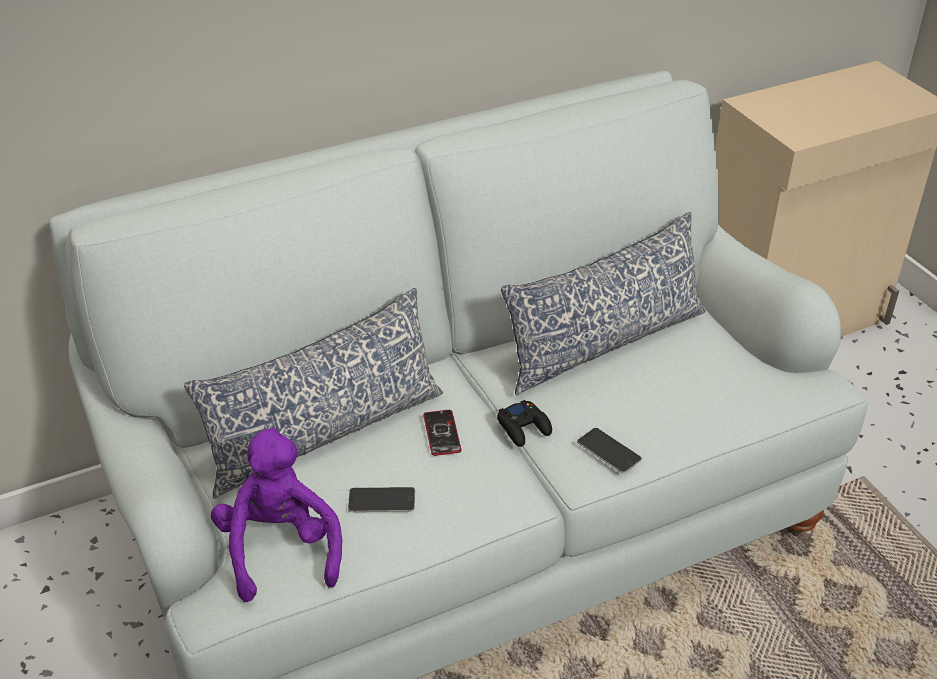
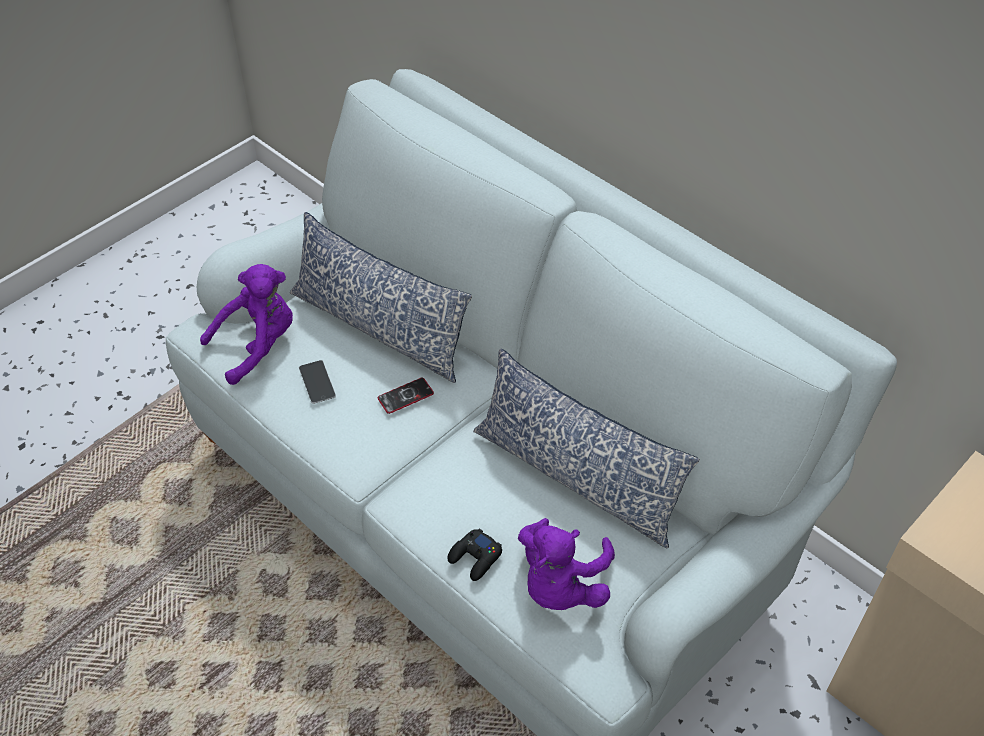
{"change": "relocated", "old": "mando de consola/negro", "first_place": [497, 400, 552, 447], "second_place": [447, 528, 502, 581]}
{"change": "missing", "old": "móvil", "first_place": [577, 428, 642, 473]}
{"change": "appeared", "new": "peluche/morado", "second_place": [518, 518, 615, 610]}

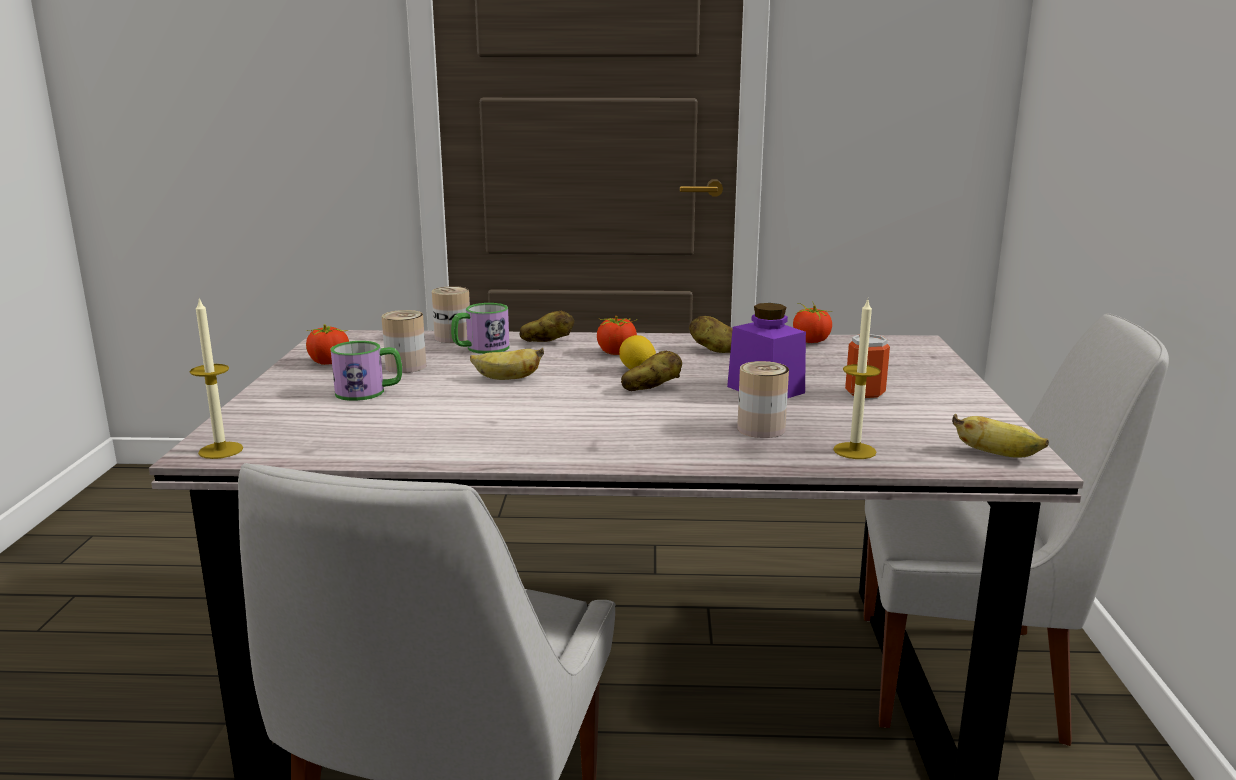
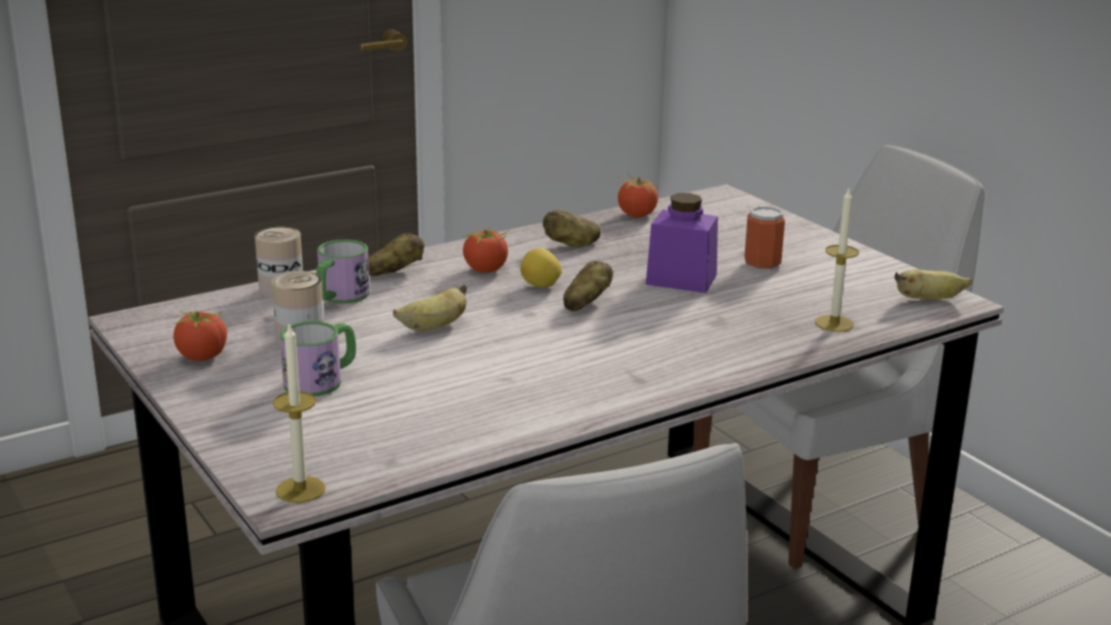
{"change": "missing", "old": "lata", "first_place": [737, 361, 789, 438]}

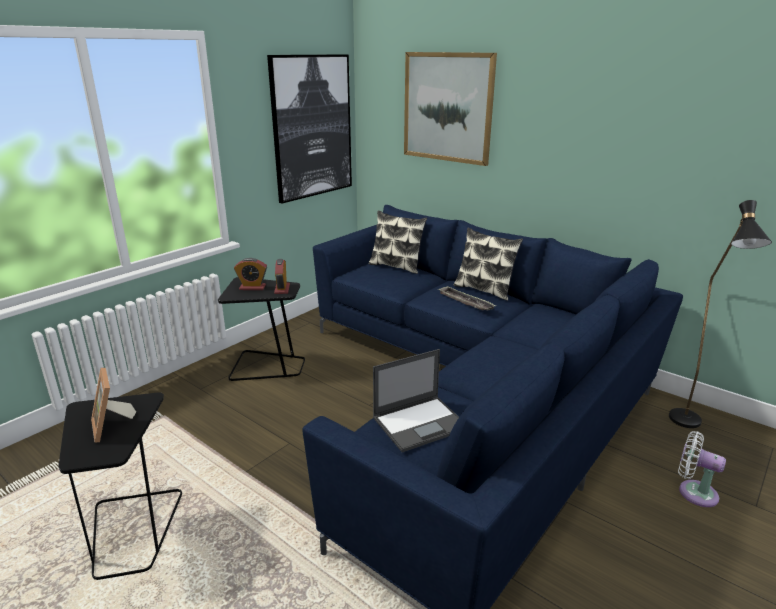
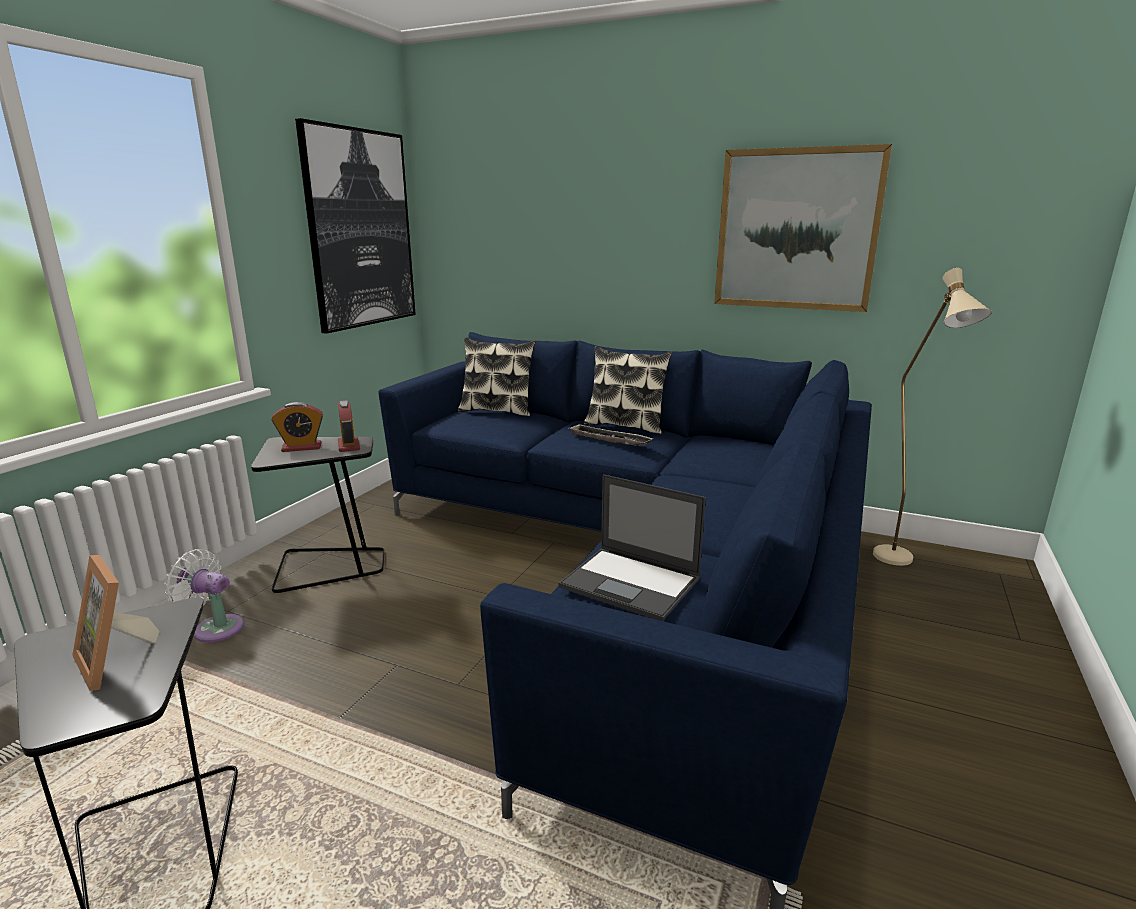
{"change": "relocated", "old": "cuadro", "first_place": [404, 52, 497, 166], "second_place": [714, 144, 892, 312]}
{"change": "colour", "old": "lámpara de pie/negro", "new": "lámpara de pie/beis", "first_place": [669, 200, 772, 428], "second_place": [873, 268, 992, 566]}
{"change": "spun", "old": "portátil", "first_place": [373, 349, 459, 452], "second_place": [558, 474, 706, 621], "degrees": 75}
{"change": "relocated", "old": "ventilador/blanco", "first_place": [678, 431, 726, 507], "second_place": [165, 549, 244, 643]}

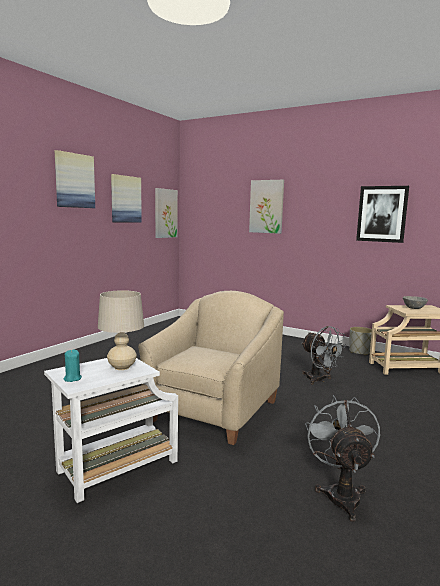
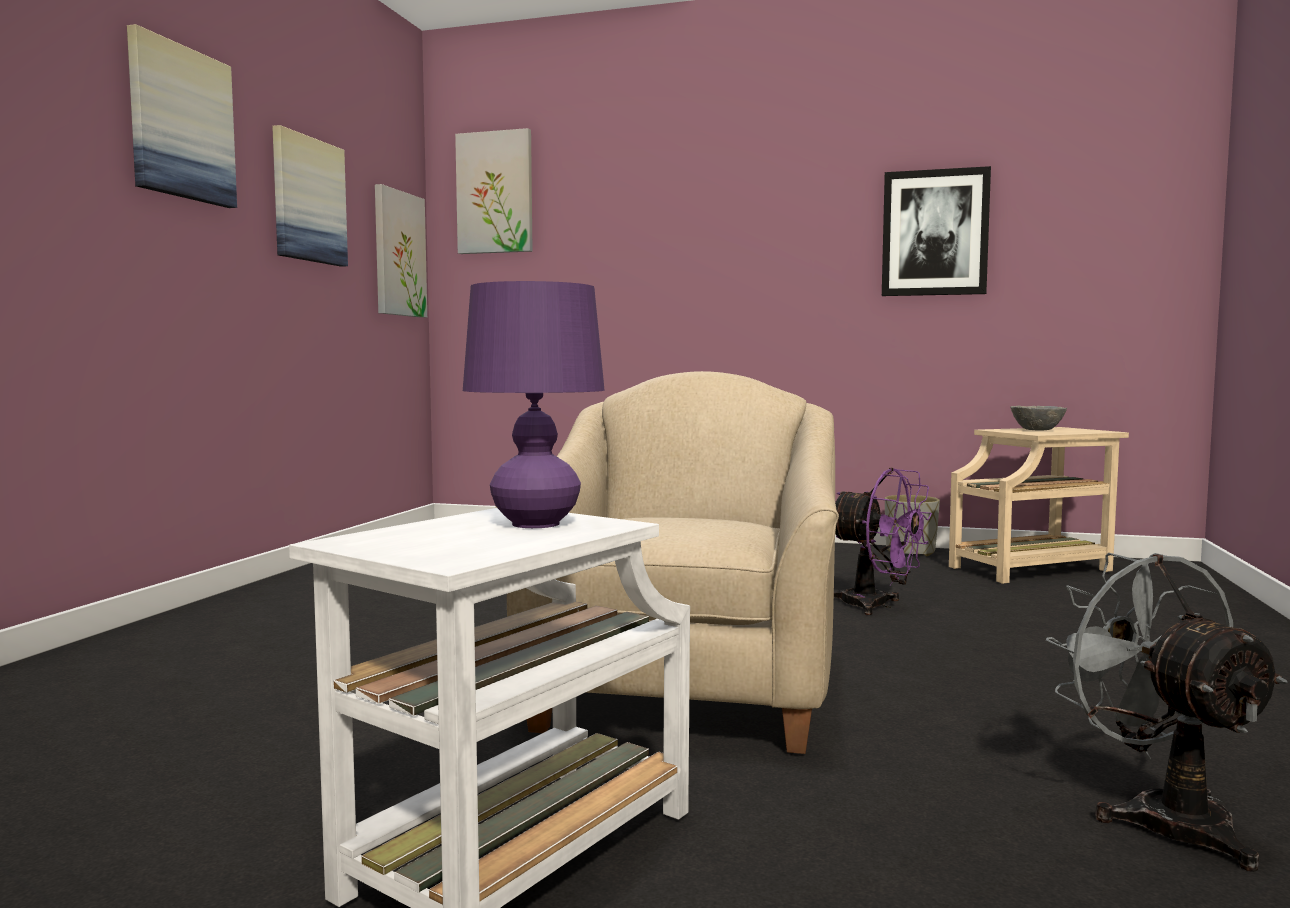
{"change": "relocated", "old": "cuadro", "first_place": [249, 180, 284, 234], "second_place": [455, 128, 533, 254]}
{"change": "colour", "old": "lámpara de mesa/beis", "new": "lámpara de mesa/morado", "first_place": [98, 290, 144, 370], "second_place": [463, 281, 605, 528]}
{"change": "colour", "old": "ventilador/gris", "new": "ventilador/morado", "first_place": [302, 326, 347, 385], "second_place": [834, 468, 932, 615]}
{"change": "missing", "old": "vela/turquesa", "first_place": [64, 350, 82, 382]}

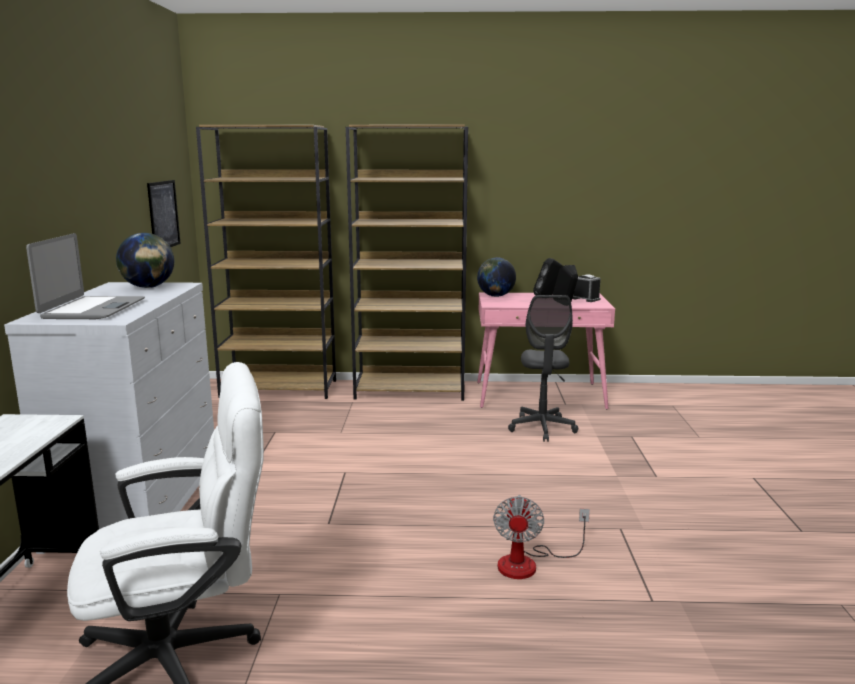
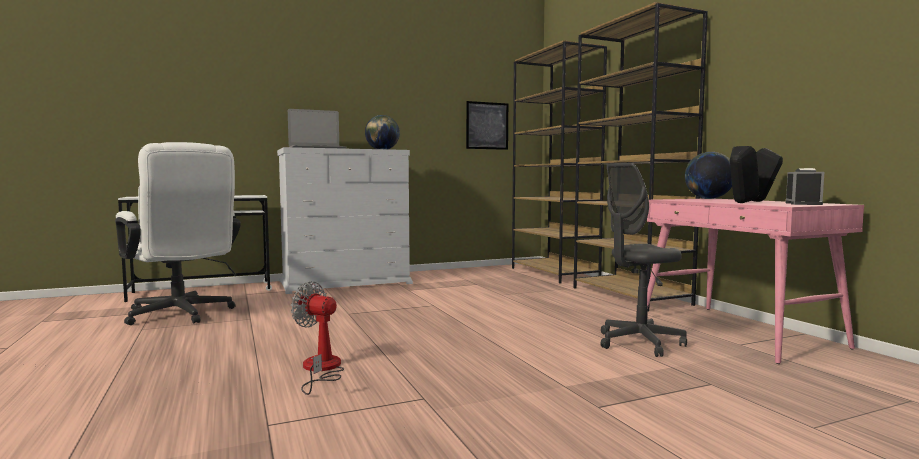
{"change": "spun", "old": "ventilador", "first_place": [493, 495, 590, 579], "second_place": [291, 281, 344, 395], "degrees": 45}

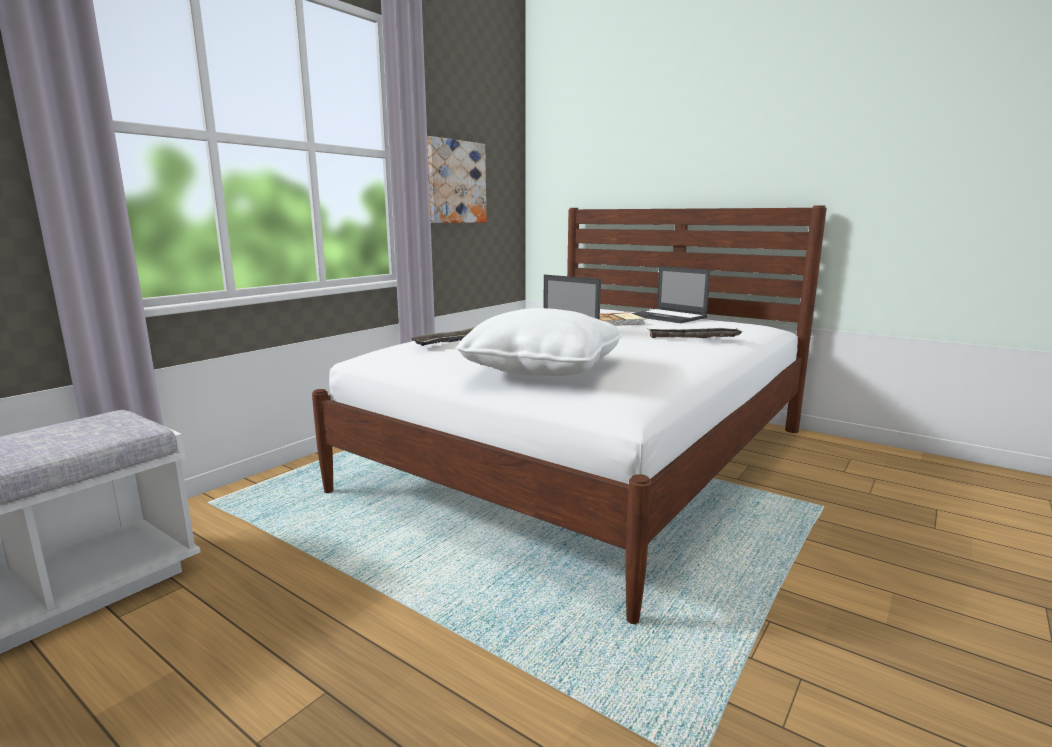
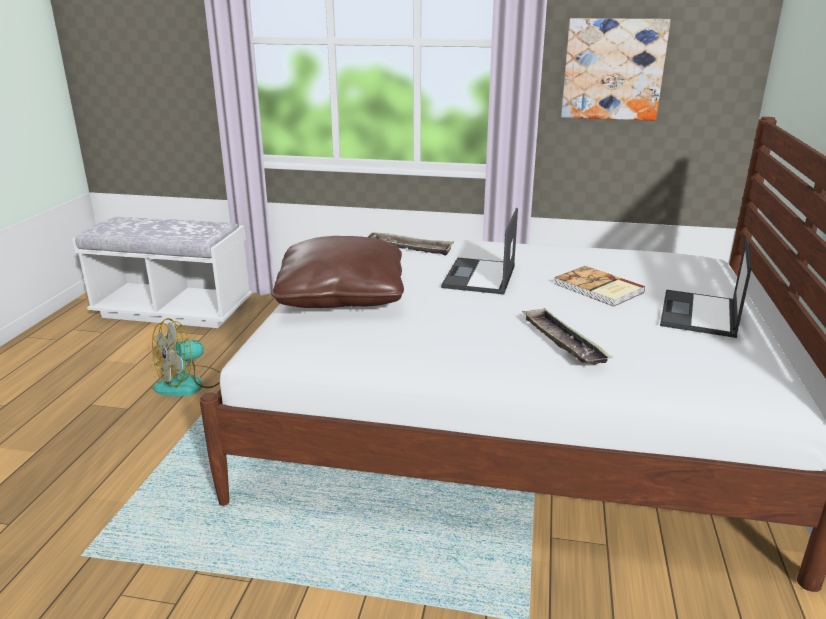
{"change": "colour", "old": "cojín/blanco", "new": "cojín/marrón", "first_place": [456, 308, 622, 376], "second_place": [271, 236, 404, 308]}
{"change": "appeared", "new": "ventilador", "second_place": [152, 318, 221, 396]}

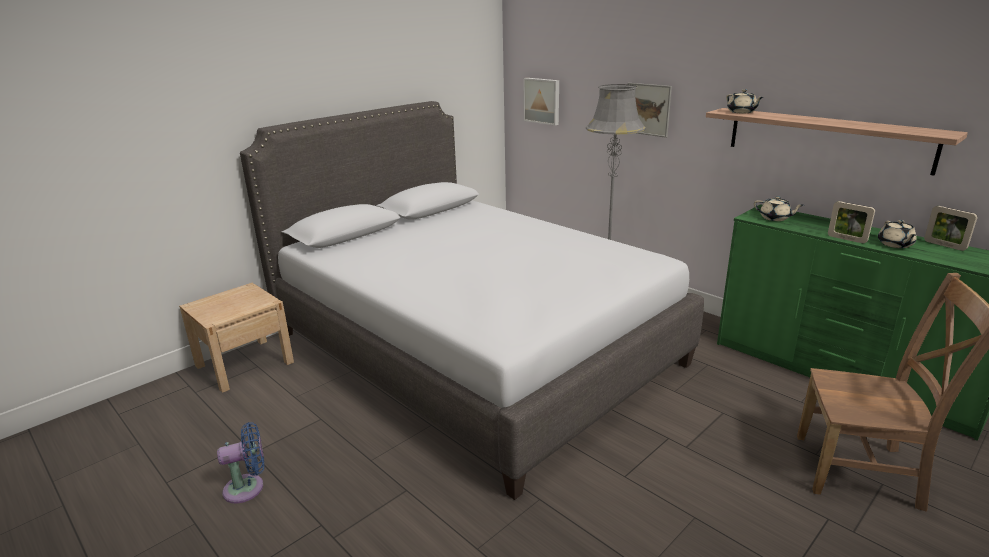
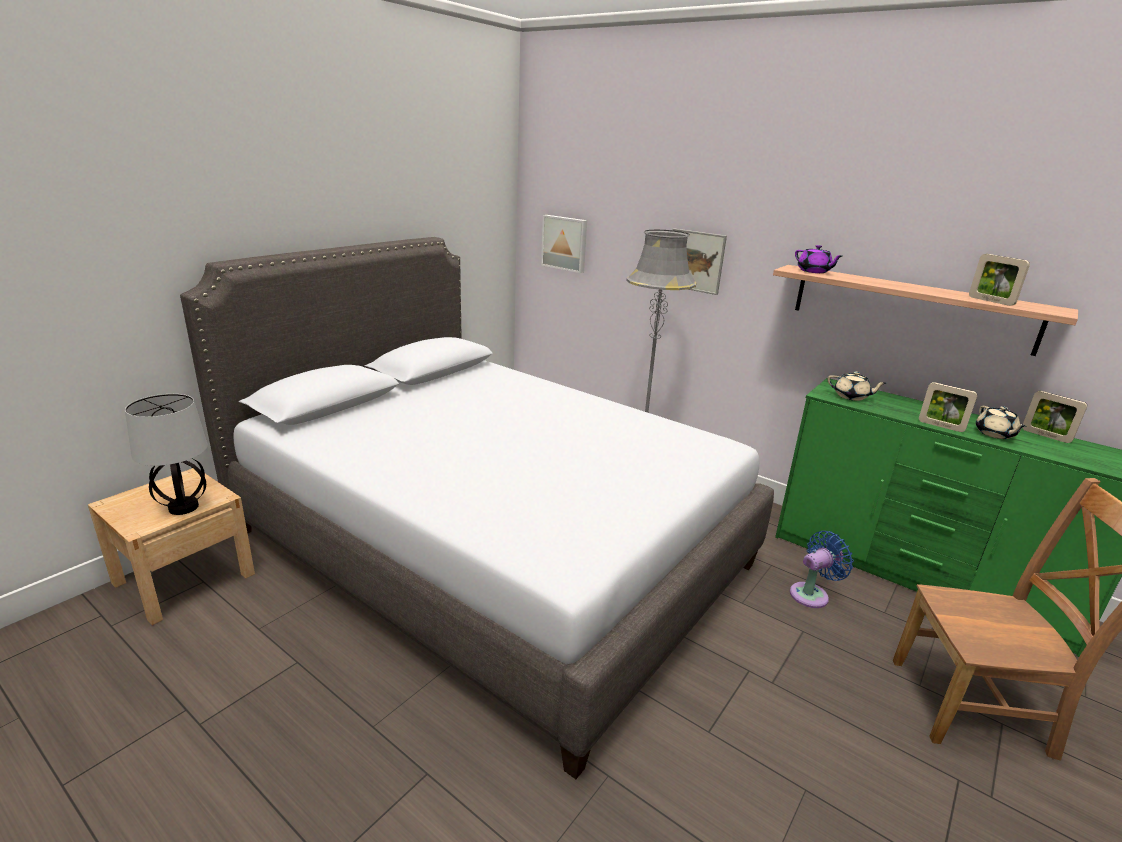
{"change": "colour", "old": "tetera/beis", "new": "tetera/morado", "first_place": [726, 89, 763, 113], "second_place": [795, 245, 842, 273]}
{"change": "relocated", "old": "ventilador/azul", "first_place": [217, 422, 264, 504], "second_place": [790, 531, 853, 608]}
{"change": "appeared", "new": "portarretratos", "second_place": [969, 254, 1030, 306]}
{"change": "appeared", "new": "lámpara de mesa", "second_place": [125, 394, 208, 515]}

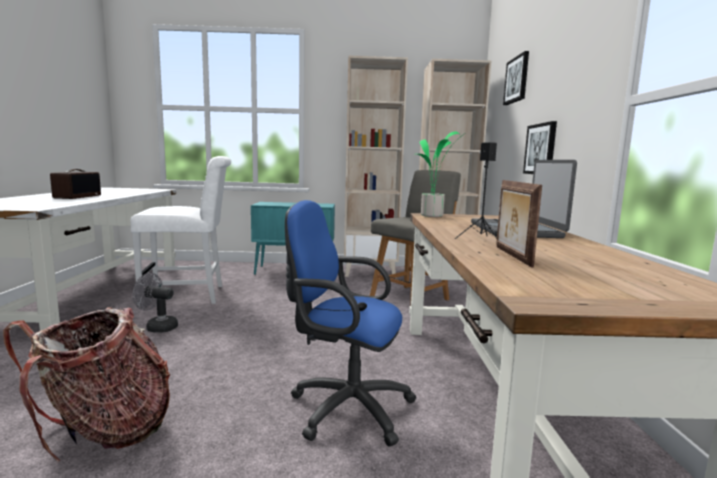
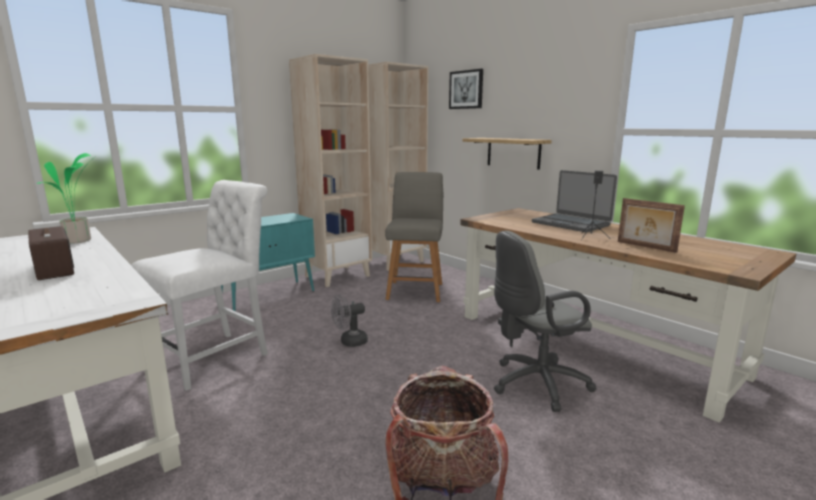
{"change": "exchanged", "old": "cuadro", "new": "estante", "first_place": [523, 121, 557, 174], "second_place": [462, 138, 552, 170]}
{"change": "relocated", "old": "planta en maceta", "first_place": [418, 131, 466, 217], "second_place": [37, 153, 95, 244]}
{"change": "colour", "old": "silla de oficina/azul", "new": "silla de oficina/gris", "first_place": [285, 200, 417, 447], "second_place": [494, 231, 596, 412]}
{"change": "relocated", "old": "ventilador/gris", "first_place": [133, 273, 178, 333], "second_place": [331, 294, 368, 347]}

